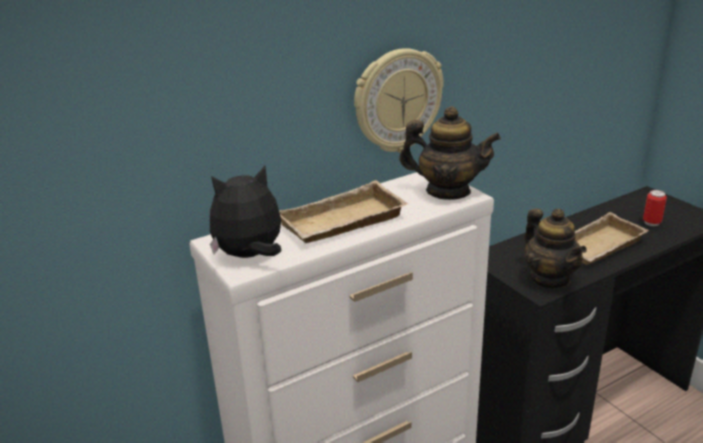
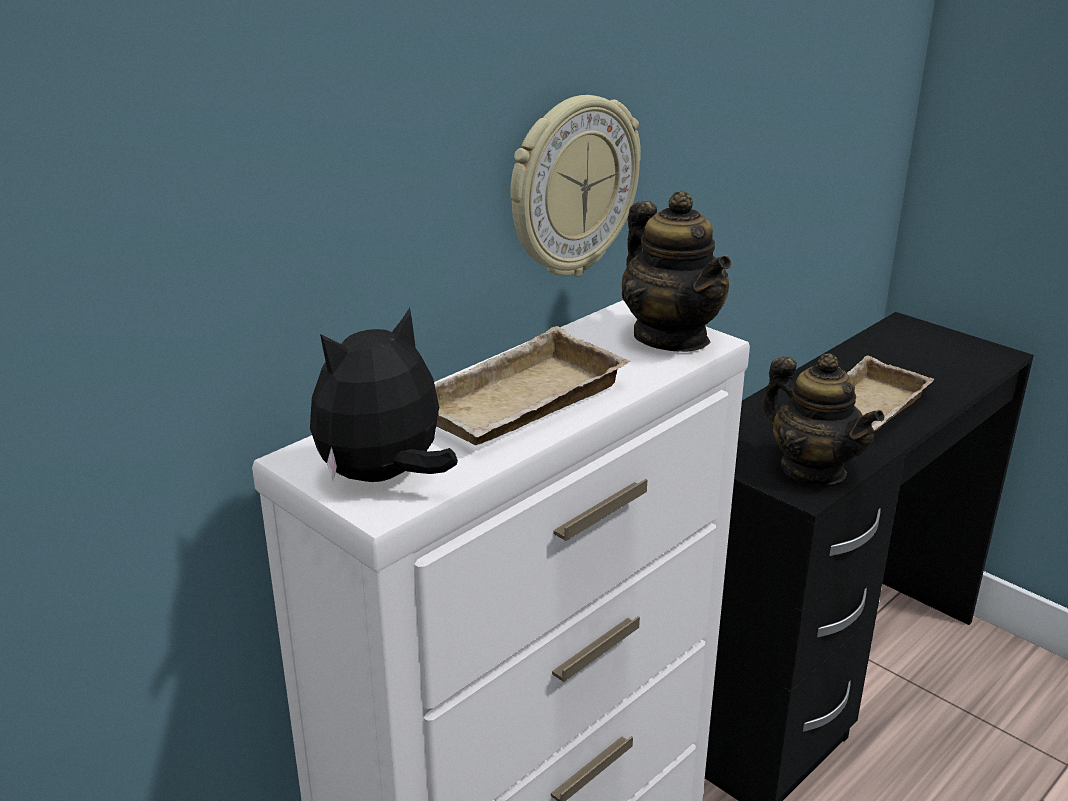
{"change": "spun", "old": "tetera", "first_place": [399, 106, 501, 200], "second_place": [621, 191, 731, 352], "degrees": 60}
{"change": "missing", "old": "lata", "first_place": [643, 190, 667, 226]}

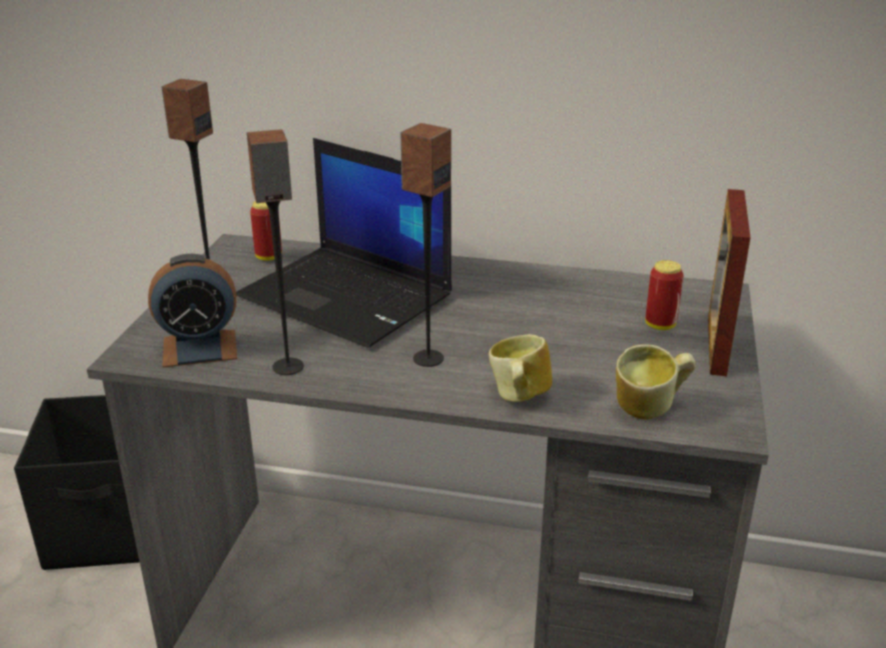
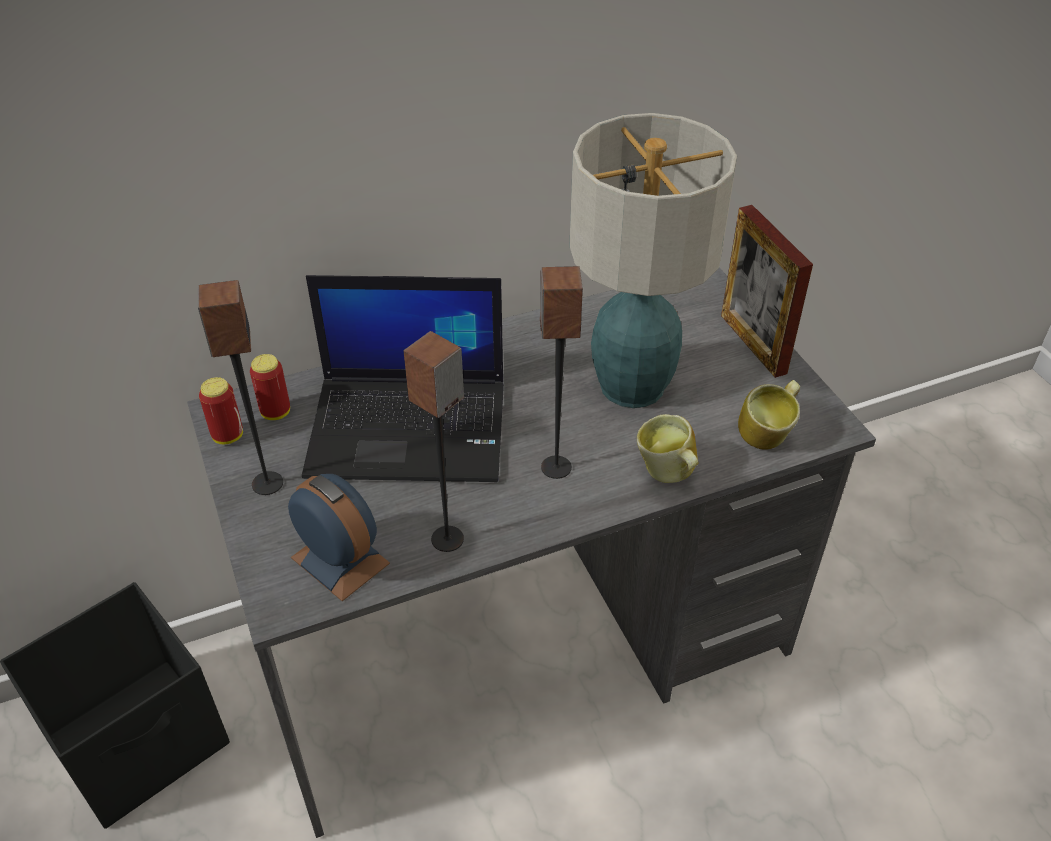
{"change": "spun", "old": "despertador", "first_place": [148, 254, 237, 367], "second_place": [288, 474, 390, 601], "degrees": -90}
{"change": "relocated", "old": "lata", "first_place": [645, 260, 683, 330], "second_place": [199, 377, 243, 444]}
{"change": "appeared", "new": "lámpara de mesa", "second_place": [570, 113, 737, 408]}

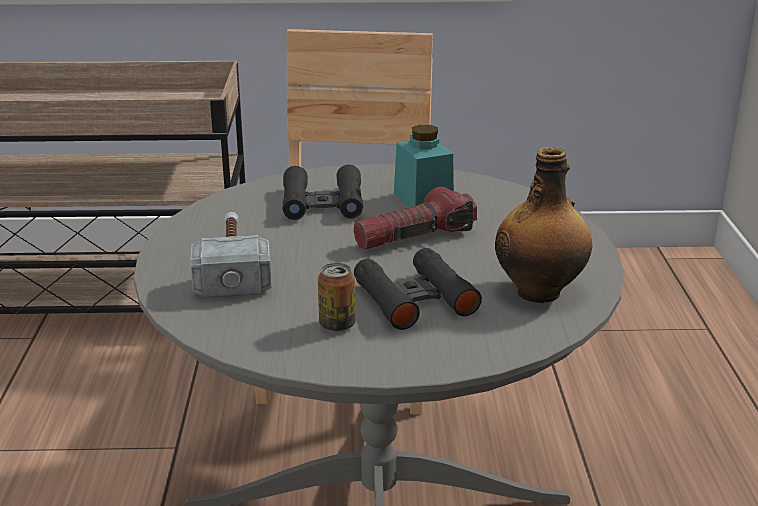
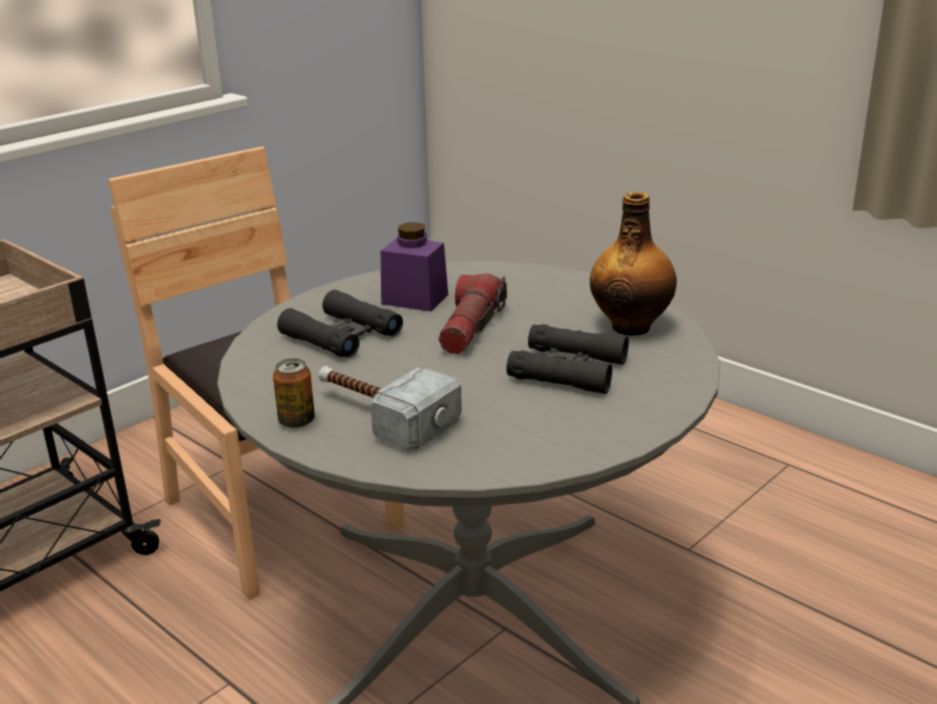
{"change": "colour", "old": "tarro/turquesa", "new": "tarro/morado", "first_place": [394, 125, 454, 208], "second_place": [381, 222, 448, 312]}
{"change": "relocated", "old": "lata", "first_place": [318, 263, 355, 332], "second_place": [273, 358, 315, 428]}

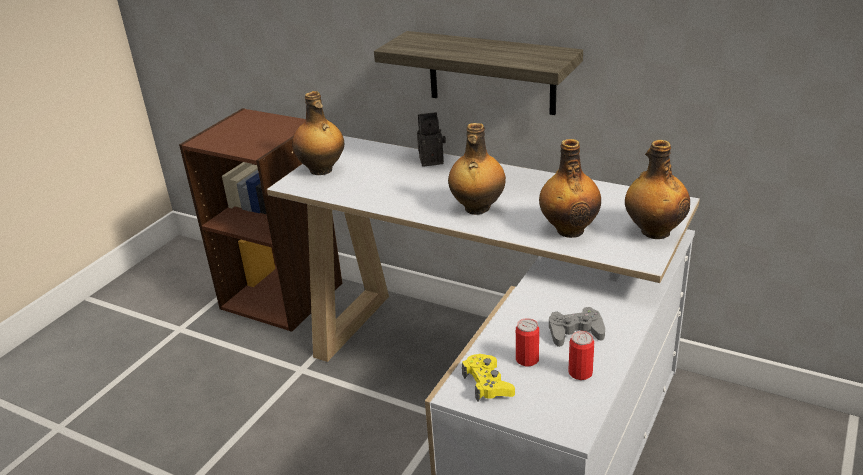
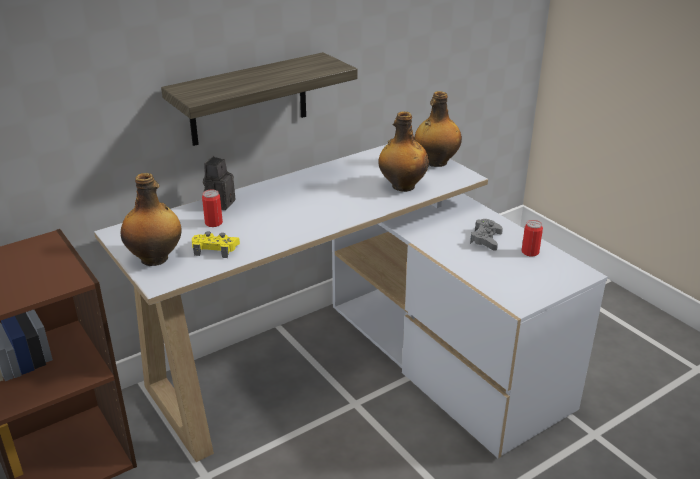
{"change": "missing", "old": "botella", "first_place": [448, 123, 506, 215]}
{"change": "relocated", "old": "lata", "first_place": [516, 318, 539, 366], "second_place": [202, 190, 223, 227]}
{"change": "relocated", "old": "mando de consola/amarillo", "first_place": [462, 354, 515, 401], "second_place": [192, 231, 240, 258]}

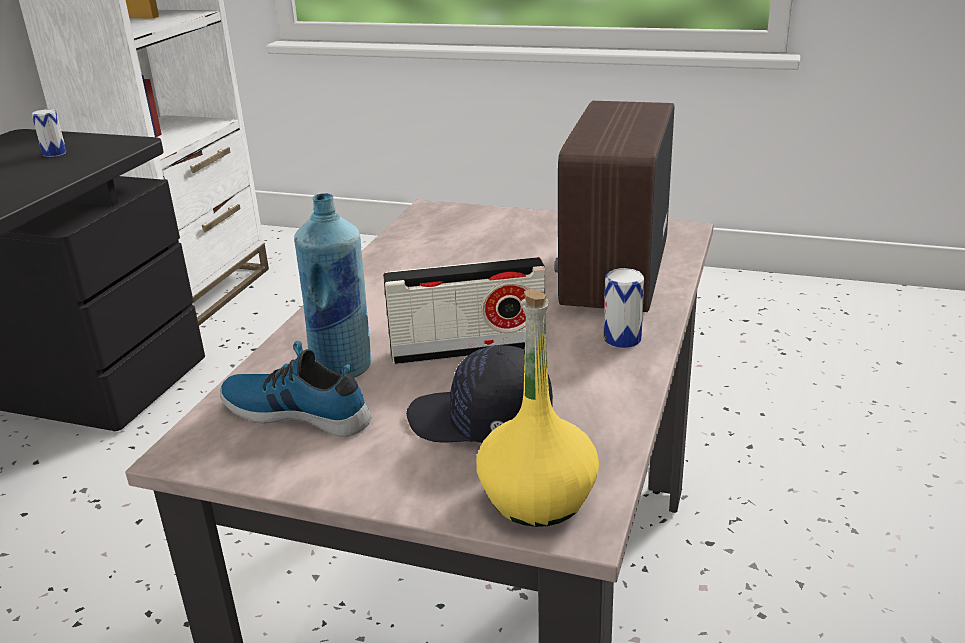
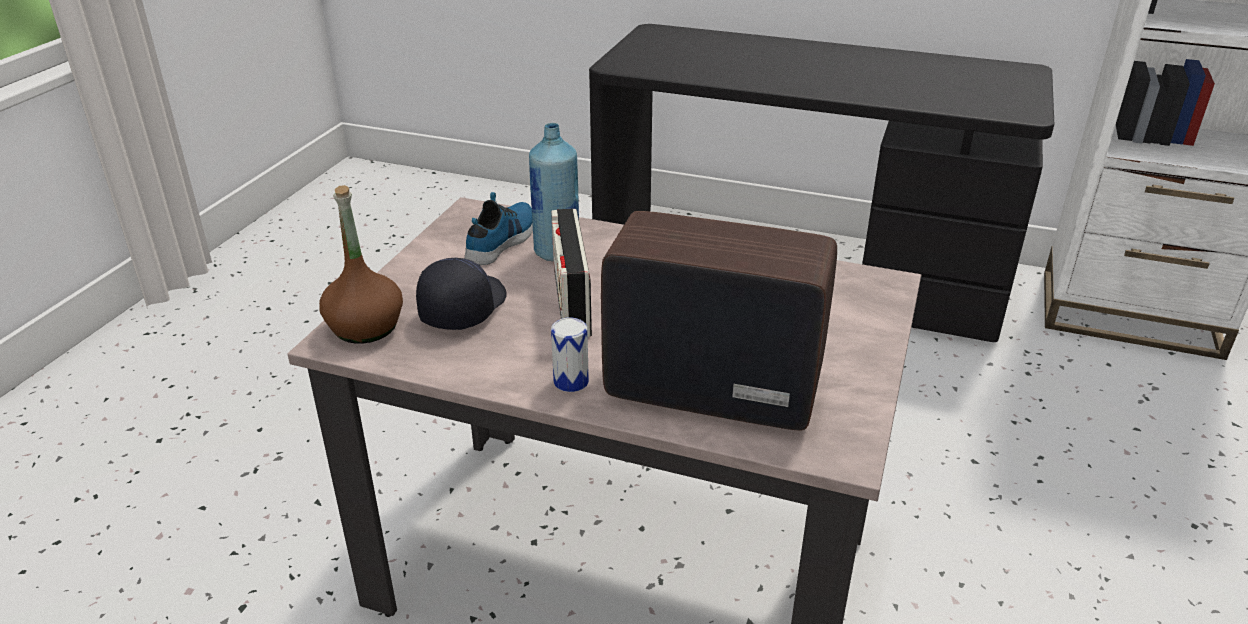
{"change": "missing", "old": "lata", "first_place": [31, 109, 67, 157]}
{"change": "colour", "old": "botella/amarillo", "new": "botella/marrón", "first_place": [477, 289, 599, 527], "second_place": [319, 185, 403, 344]}

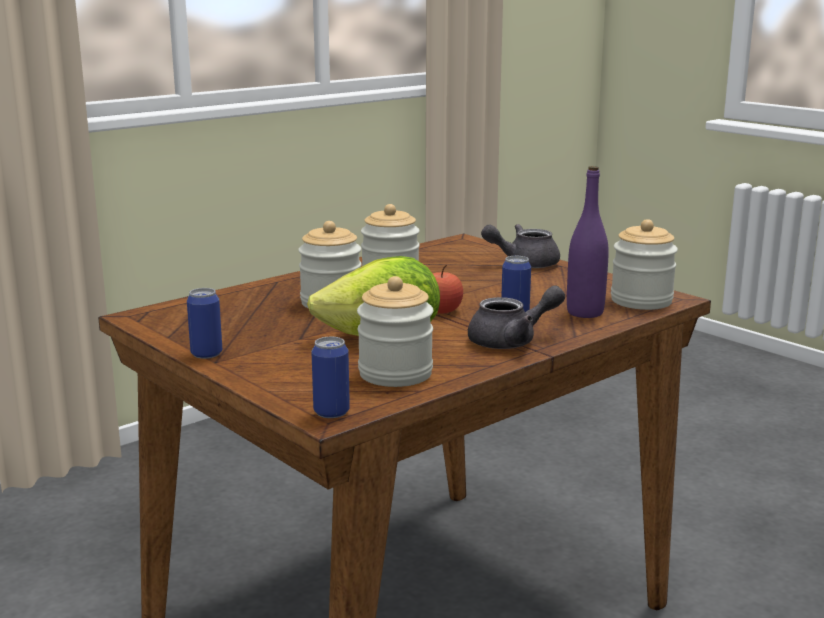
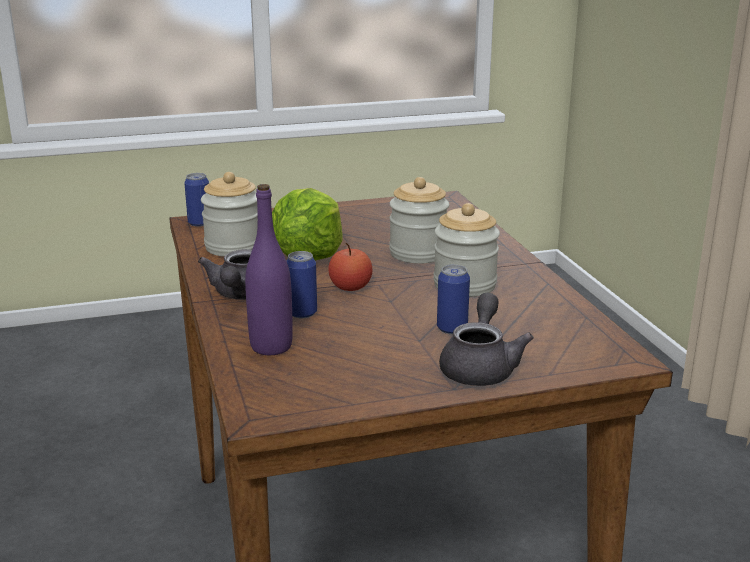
{"change": "missing", "old": "tarro", "first_place": [611, 219, 678, 310]}
{"change": "relocated", "old": "lata", "first_place": [187, 288, 222, 359], "second_place": [437, 264, 470, 334]}

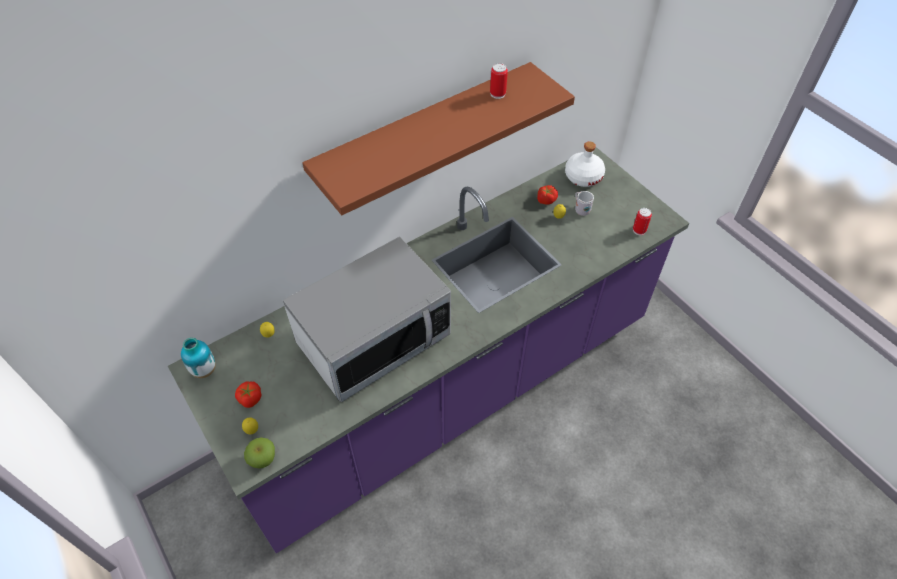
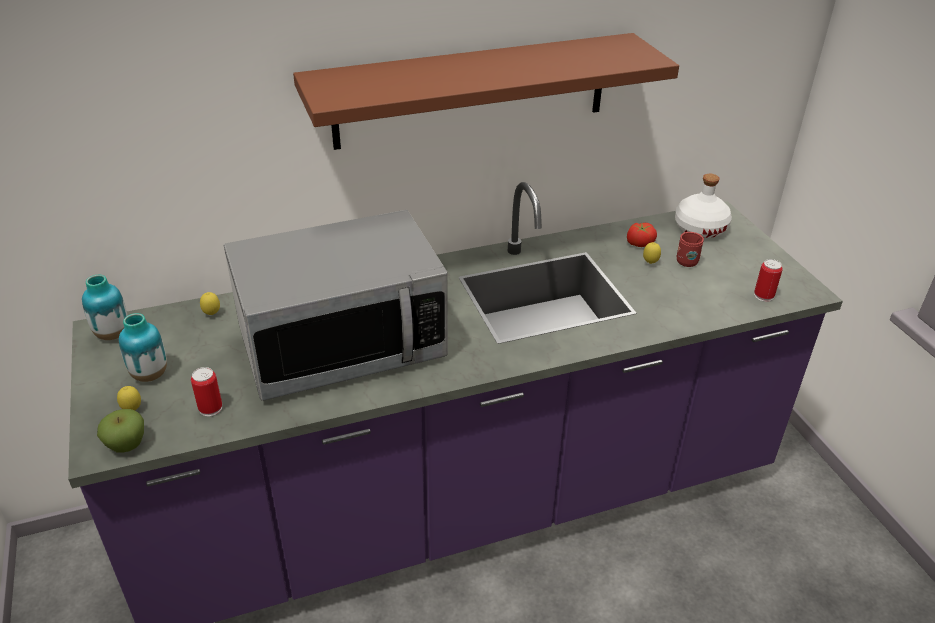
{"change": "relocated", "old": "lata", "first_place": [490, 63, 508, 99], "second_place": [191, 367, 222, 417]}
{"change": "colour", "old": "taza grande/blanco", "new": "taza grande/rojo", "first_place": [575, 191, 594, 216], "second_place": [677, 232, 704, 267]}
{"change": "exchanged", "old": "tomate", "new": "florero", "first_place": [235, 381, 262, 408], "second_place": [119, 313, 167, 382]}

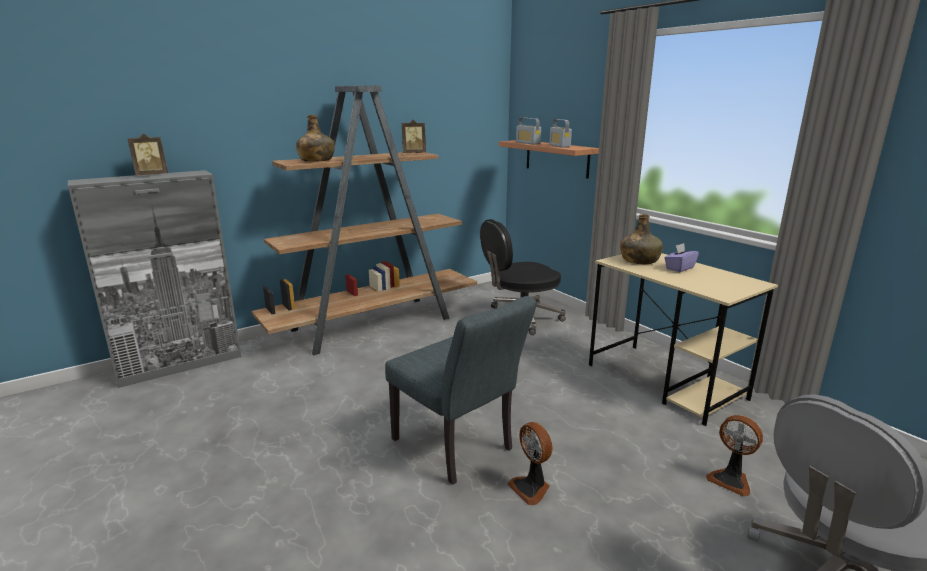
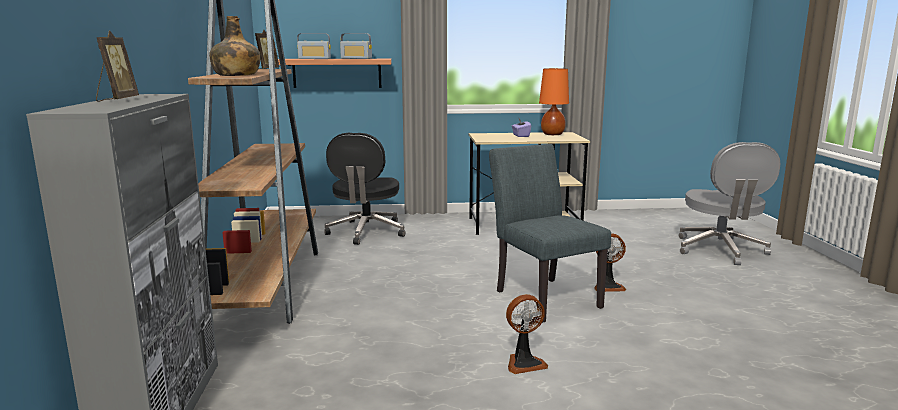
{"change": "missing", "old": "botella/verde", "first_place": [620, 214, 663, 264]}
{"change": "spun", "old": "silla/gris", "first_place": [385, 296, 536, 485], "second_place": [489, 144, 611, 323], "degrees": -105}
{"change": "relocated", "old": "ventilador", "first_place": [706, 415, 763, 497], "second_place": [506, 294, 548, 374]}
{"change": "appeared", "new": "lámpara de mesa/naranja", "second_place": [539, 68, 569, 135]}

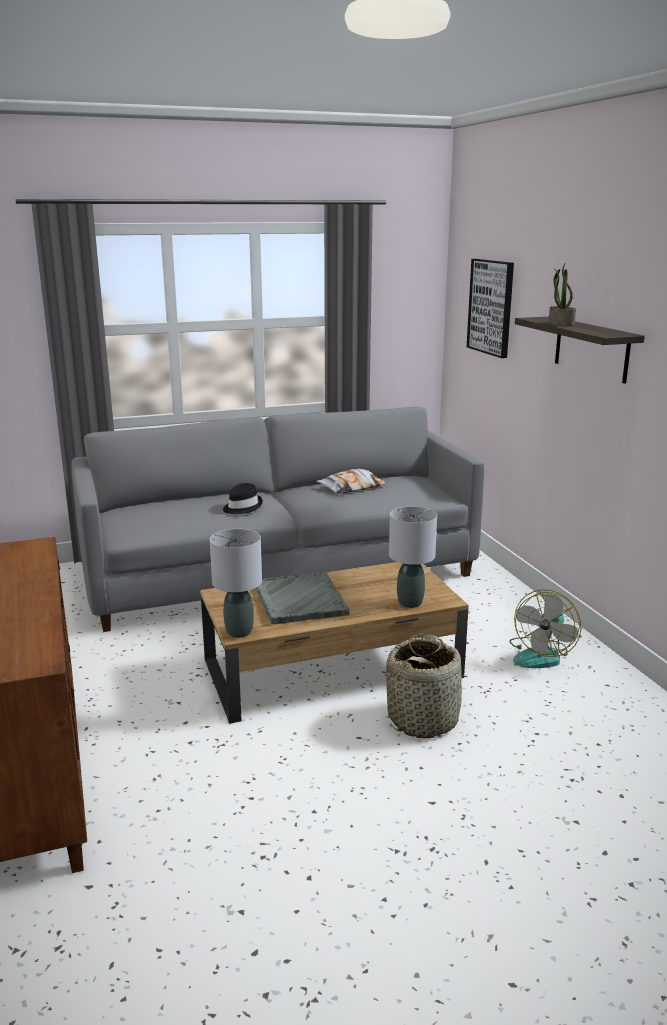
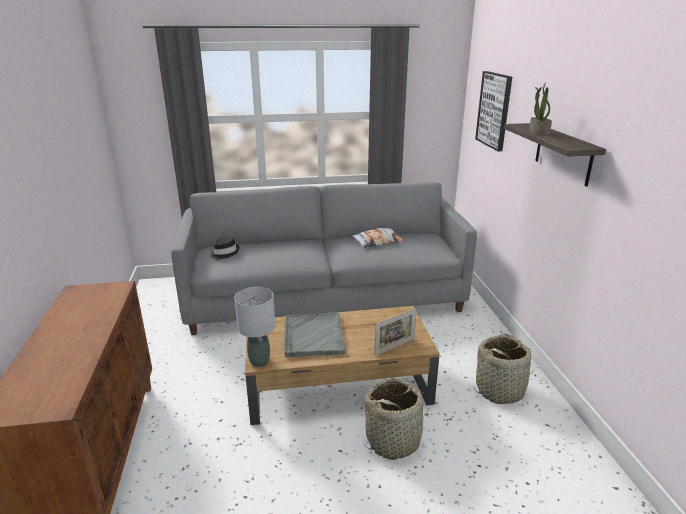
{"change": "relocated", "old": "sombrero/negro", "first_place": [223, 483, 263, 514], "second_place": [210, 236, 239, 259]}
{"change": "exchanged", "old": "lámpara de mesa/gris", "new": "portarretratos", "first_place": [389, 506, 437, 608], "second_place": [374, 308, 417, 356]}
{"change": "exchanged", "old": "ventilador", "new": "cesta", "first_place": [509, 589, 581, 668], "second_place": [473, 334, 536, 404]}

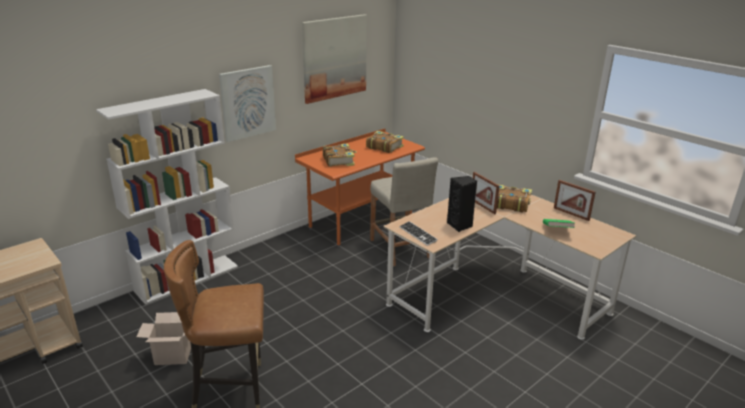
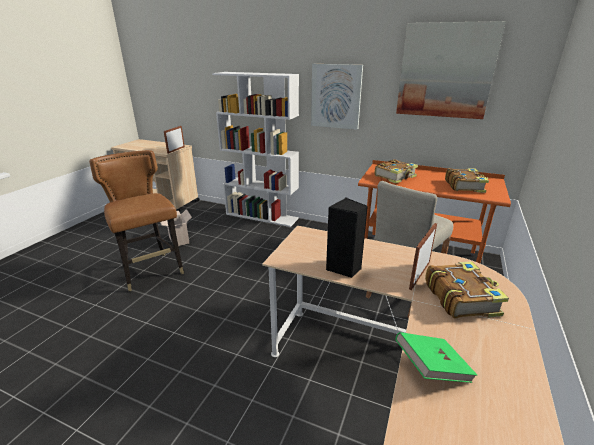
{"change": "relocated", "old": "portarretratos", "first_place": [554, 180, 596, 221], "second_place": [164, 126, 185, 154]}
{"change": "missing", "old": "teclado", "first_place": [399, 221, 438, 246]}

